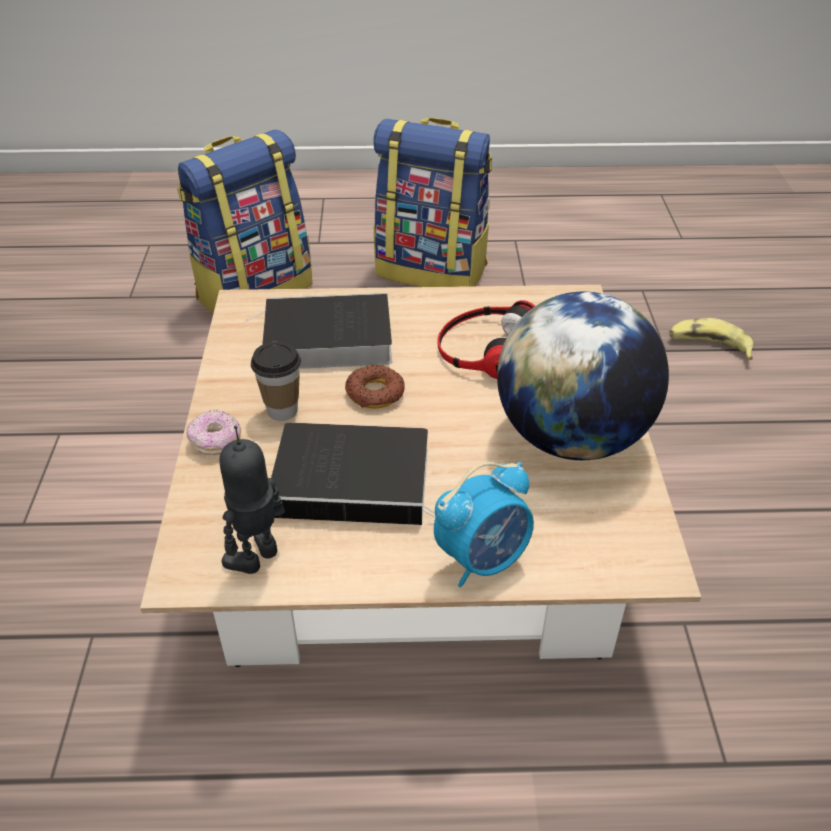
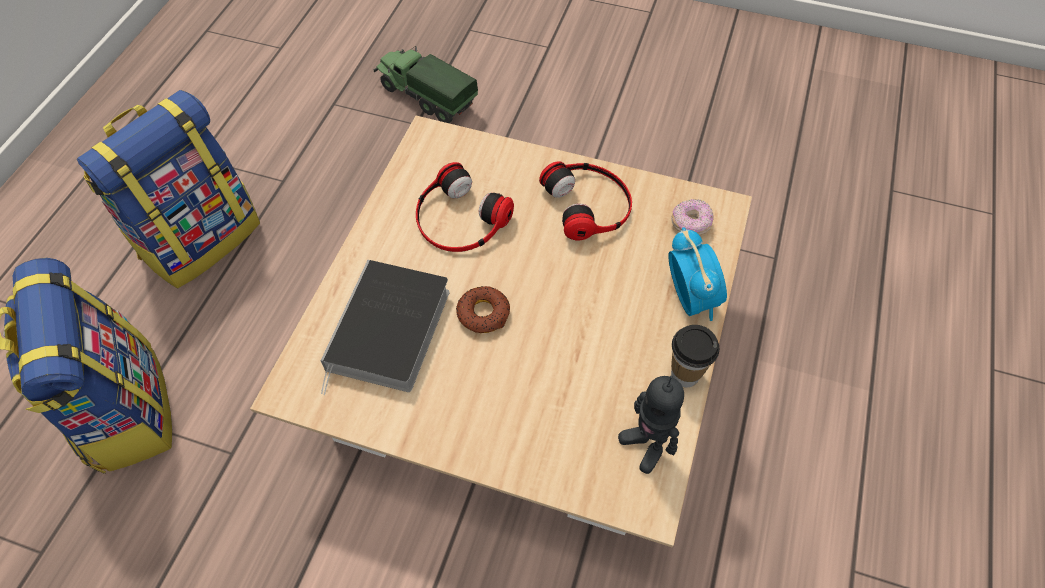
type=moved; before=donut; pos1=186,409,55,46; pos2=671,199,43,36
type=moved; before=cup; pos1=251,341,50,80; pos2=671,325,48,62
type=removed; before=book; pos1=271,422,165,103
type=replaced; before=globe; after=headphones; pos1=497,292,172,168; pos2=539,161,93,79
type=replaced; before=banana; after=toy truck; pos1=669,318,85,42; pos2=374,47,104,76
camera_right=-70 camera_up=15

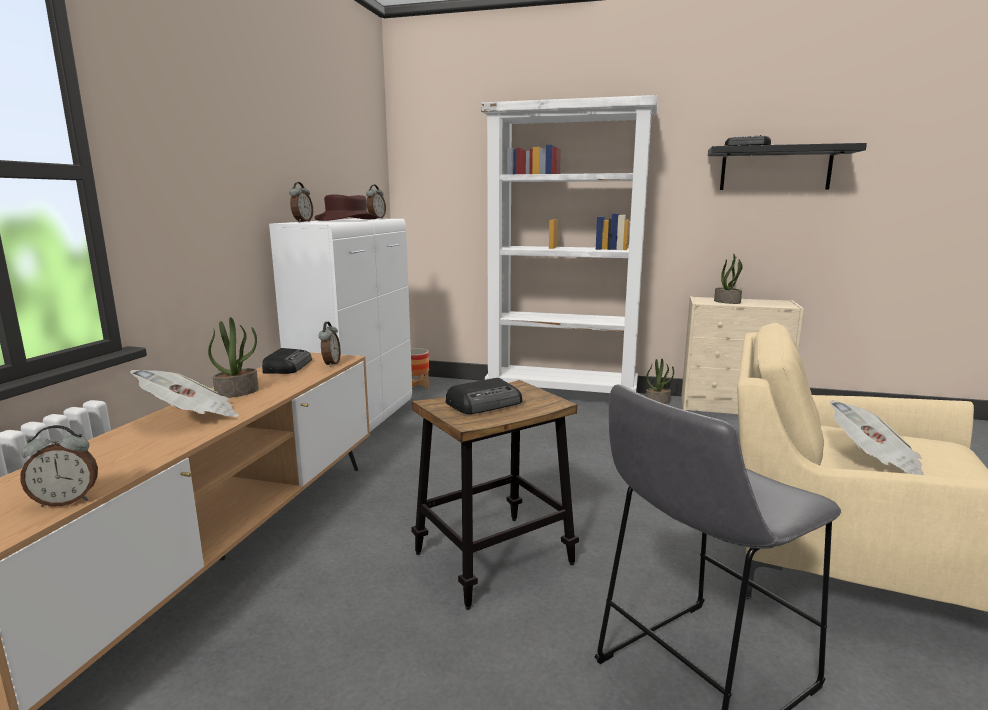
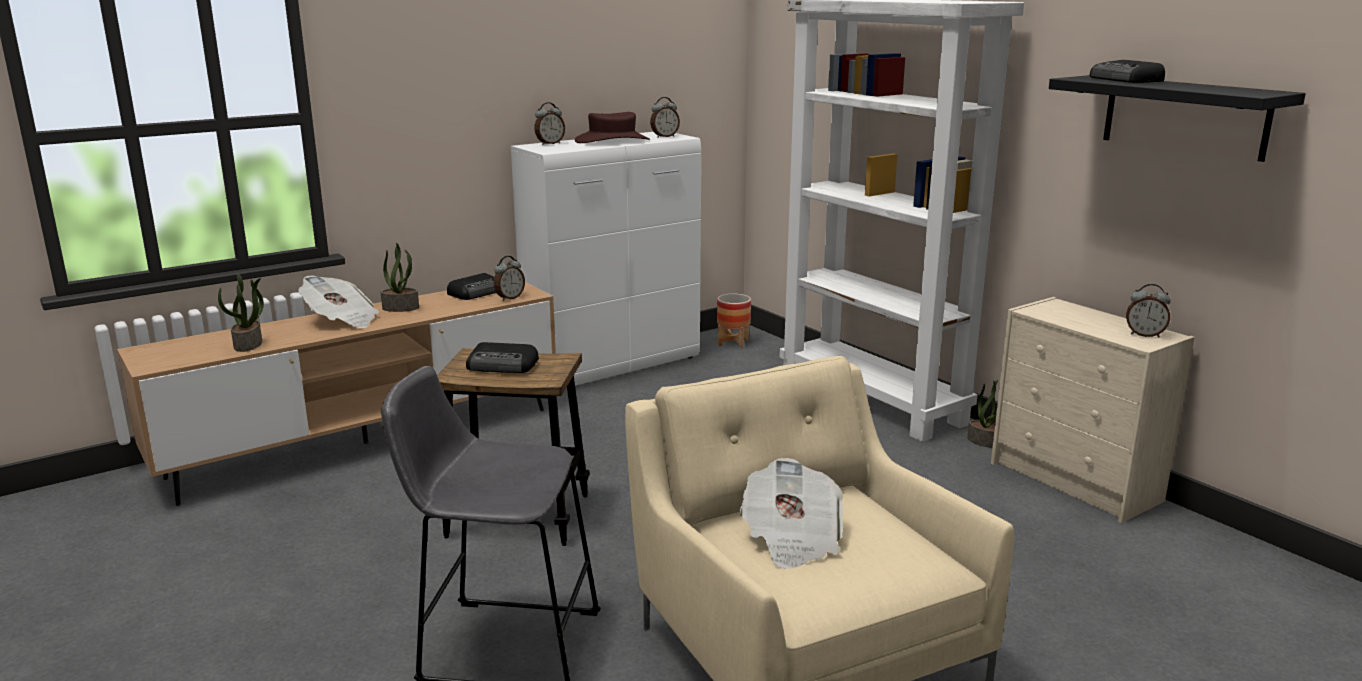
type=moved; before=alarm clock; pos1=20,425,78,82; pos2=1126,284,45,54
type=moved; before=potted plant; pos1=714,254,29,50; pos2=218,274,46,78
camera_right=40 camera_up=5

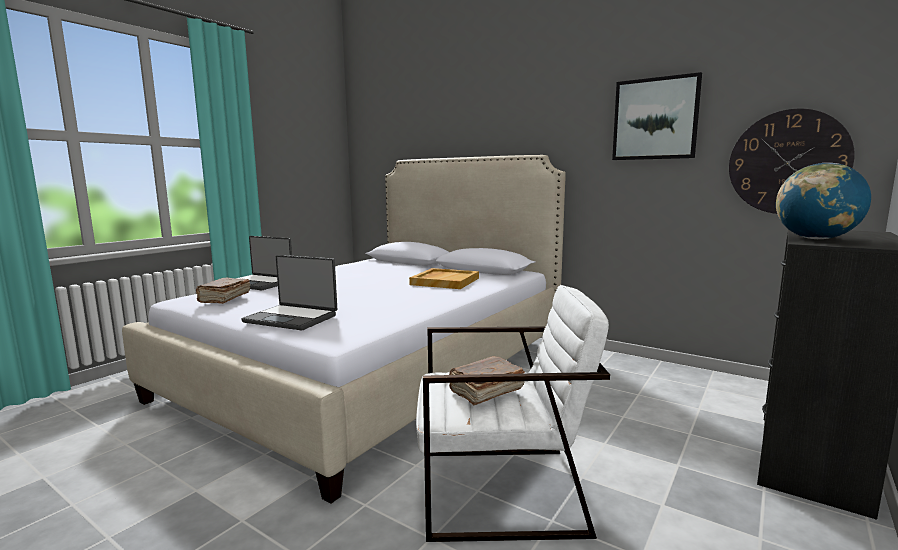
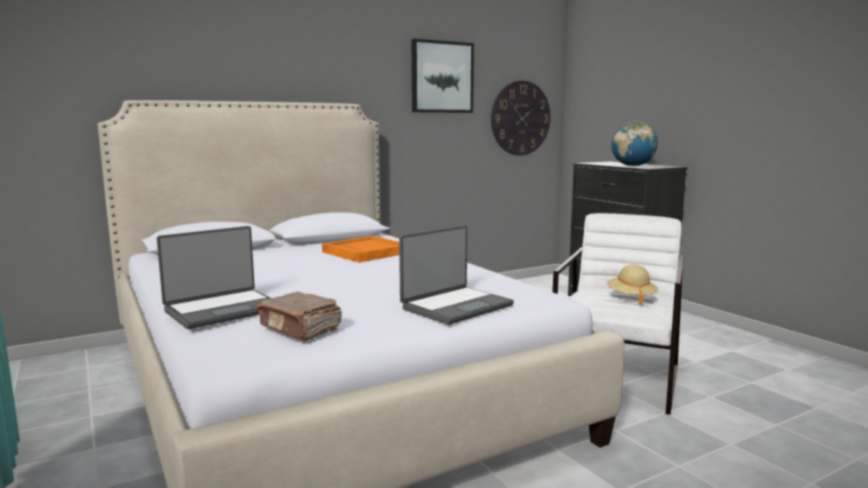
type=recoloured; before=tray (beige); after=tray (orange); pos1=409,268,70,21; pos2=322,236,77,27
type=replaced; before=book (brown); after=hat (beige); pos1=449,356,76,49; pos2=607,265,51,40
camera_right=-65 camera_up=0

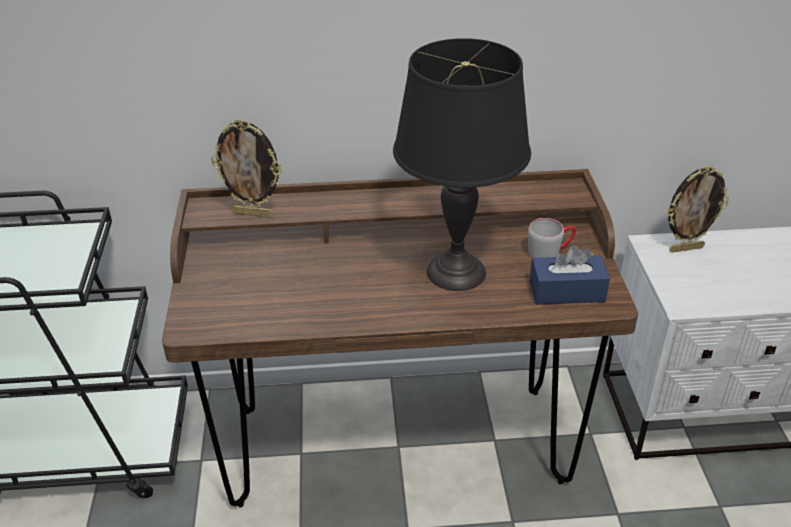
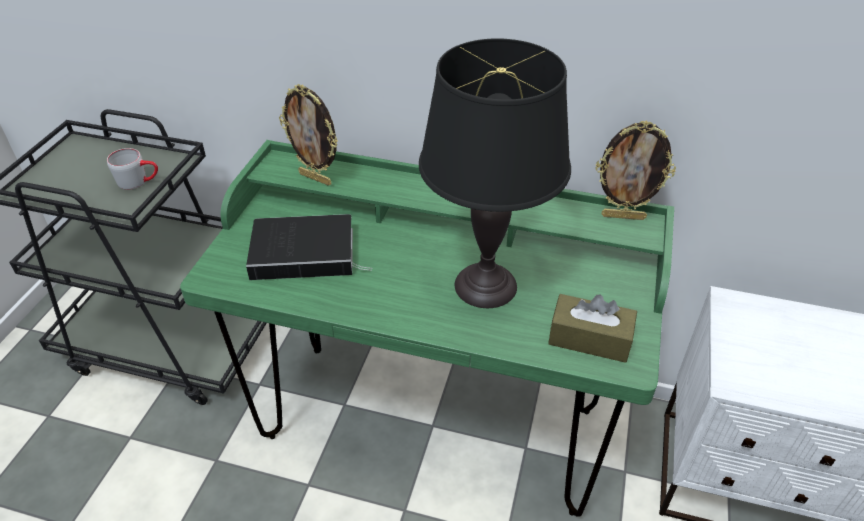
type=recoloured; before=desk (brown); after=desk (green); pos1=162,169,476,339; pos2=180,140,494,377
type=moved; before=mug (grey); pos1=528,218,48,40; pos2=107,148,51,42
type=recoloured; before=tissue box (blue); after=tissue box (brown); pos1=530,245,80,60; pos2=548,294,89,69
type=moved; before=picture frame; pos1=667,165,62,88; pos2=596,120,80,100
type=added; after=book; pos2=246,214,127,66
camera_right=20 camera_up=5

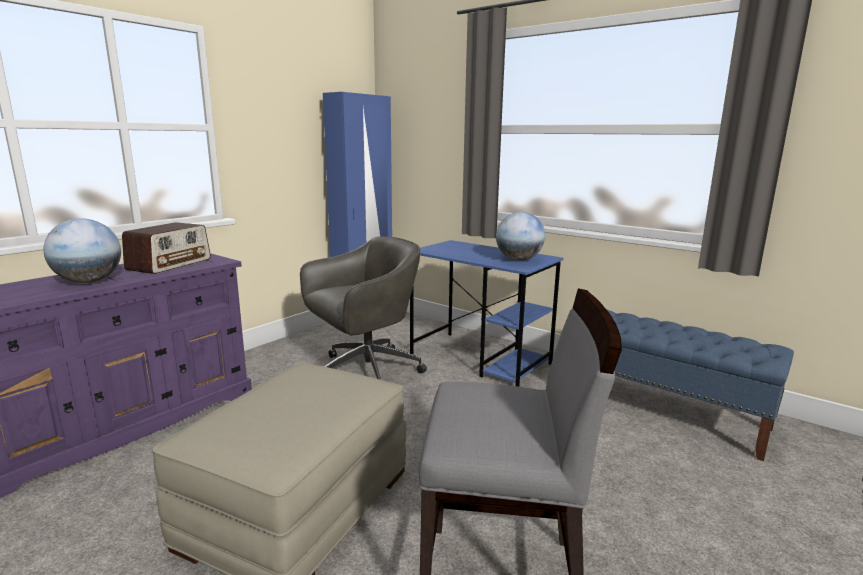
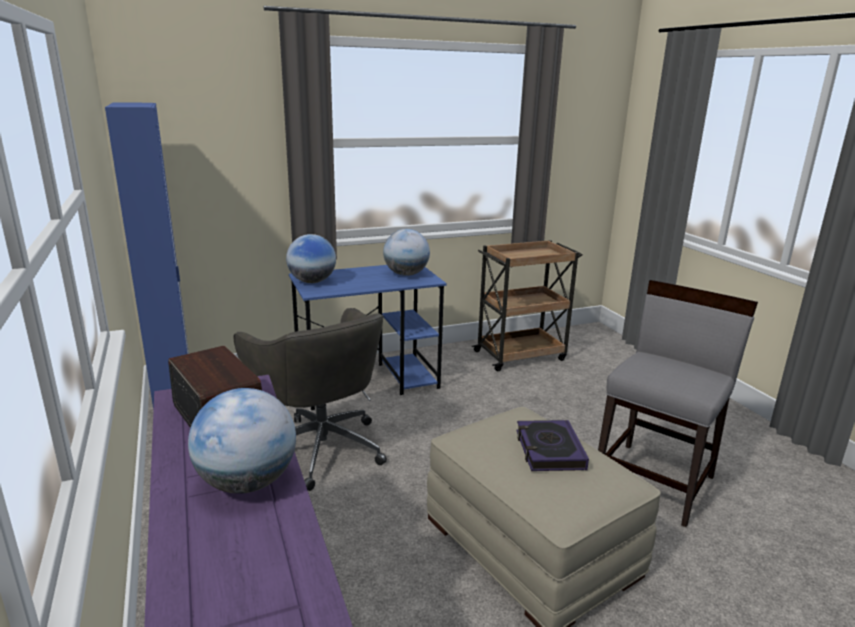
type=turned; before=office chair (grey); pos1=300,236,127,144; pos2=233,308,154,183; turn=150
type=replaced; before=bench (blue); after=cart (brown); pos1=607,310,187,151; pos2=472,240,111,131
type=added; after=globe; pos2=286,234,50,49
type=added; after=book; pos2=517,420,72,51
camera_right=-60 camera_up=5

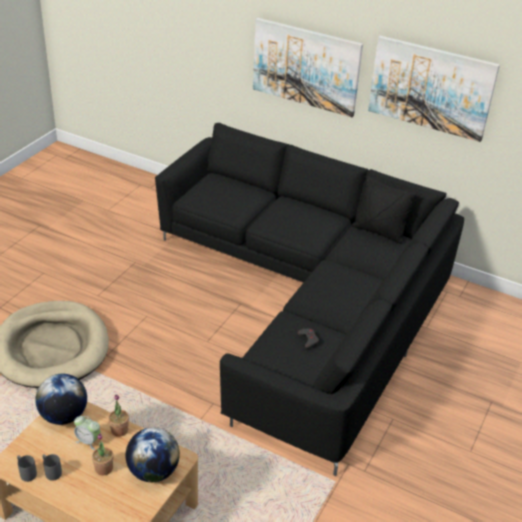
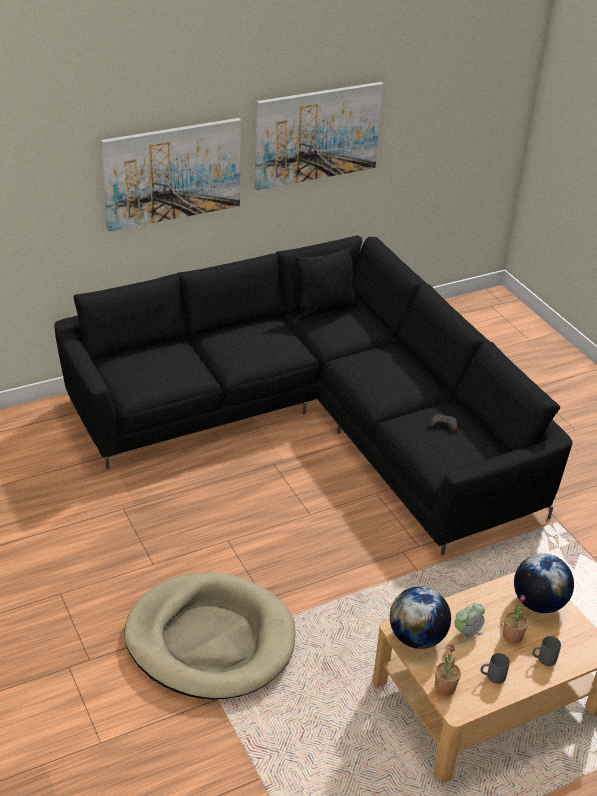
type=moved; before=mug (grey); pos1=17,455,20,27; pos2=532,636,29,30
type=moved; before=potted plant; pos1=108,394,21,43; pos2=435,645,26,51
camera_right=-55 camera_up=0

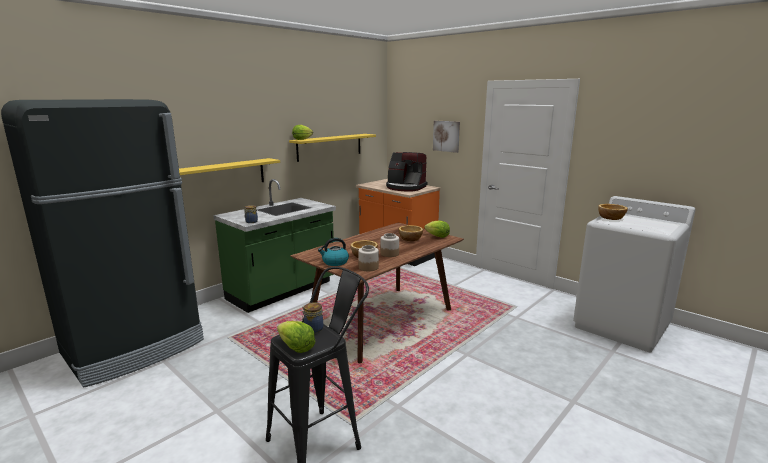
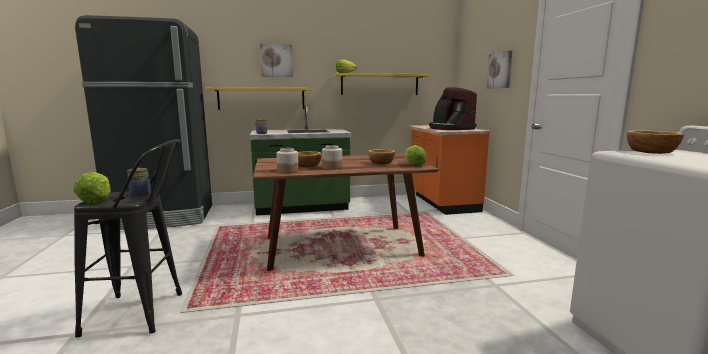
type=removed; before=kettle; pos1=318,238,31,28
type=added; after=picture; pos2=260,44,33,33
camera_right=35 camera_up=-5

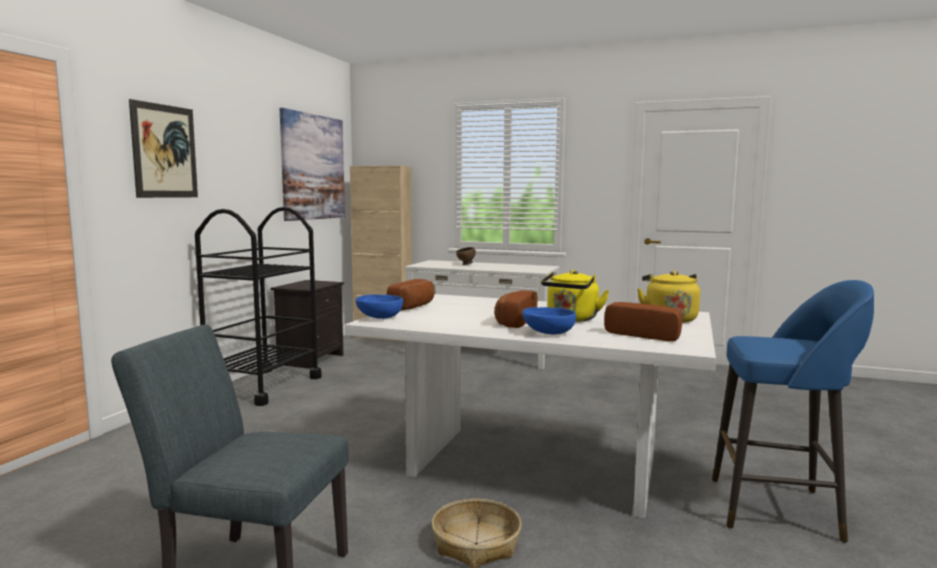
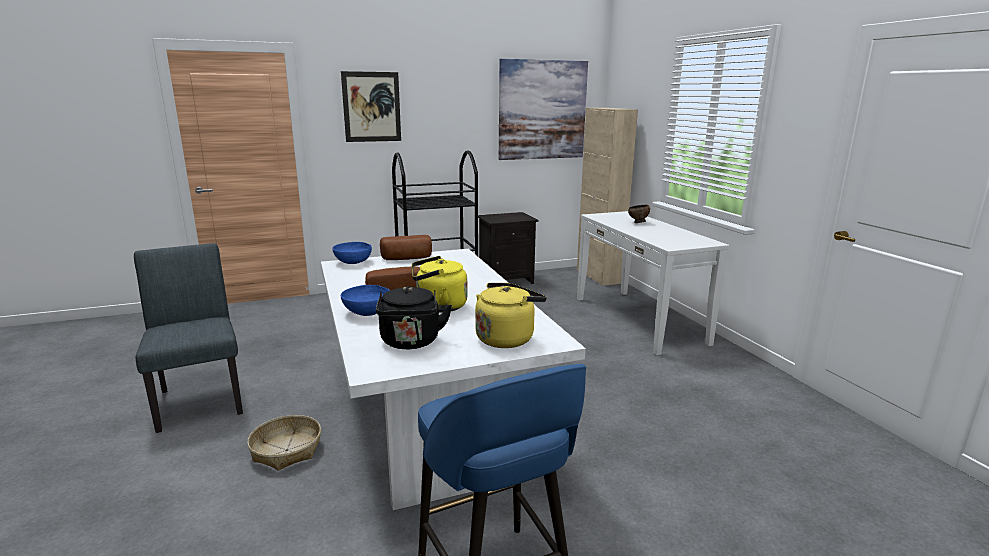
type=replaced; before=bread; after=kettle (black); pos1=604,302,79,40; pos2=376,286,76,63
camera_right=50 camera_up=10

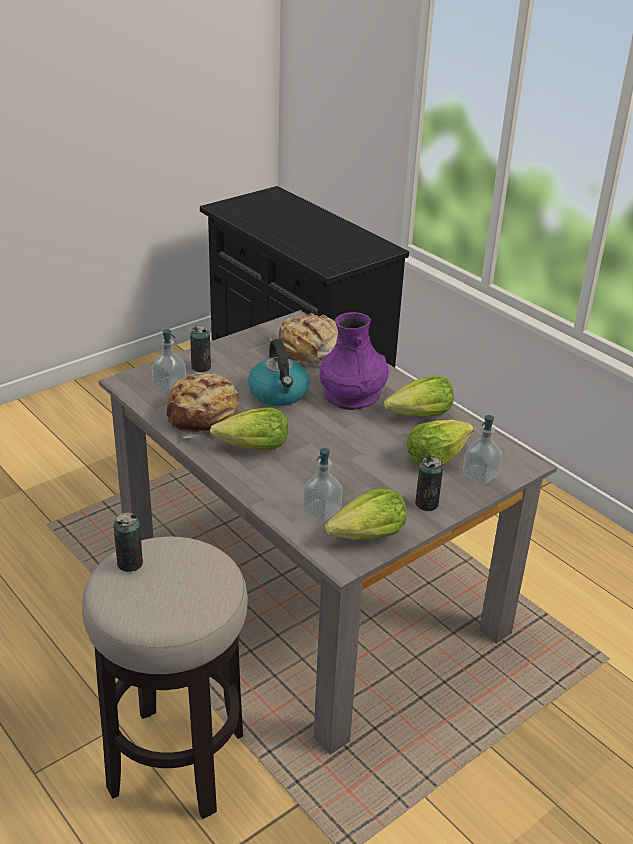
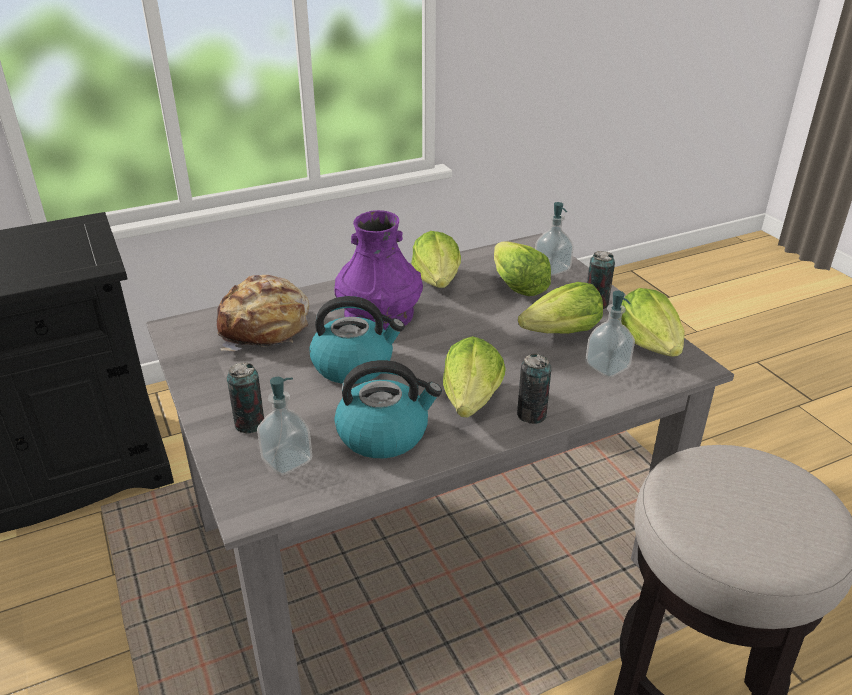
type=moved; before=can; pos1=113,512,30,60; pos2=517,353,35,71
type=replaced; before=bread; after=kettle; pos1=167,372,73,66; pos2=335,360,107,98
type=added; after=lettuce; pos2=518,282,85,52
camera_right=-75 camera_up=0

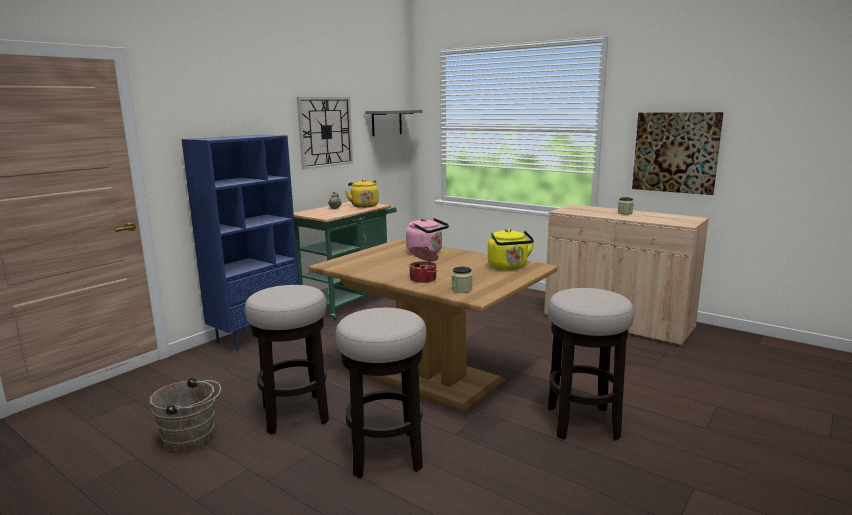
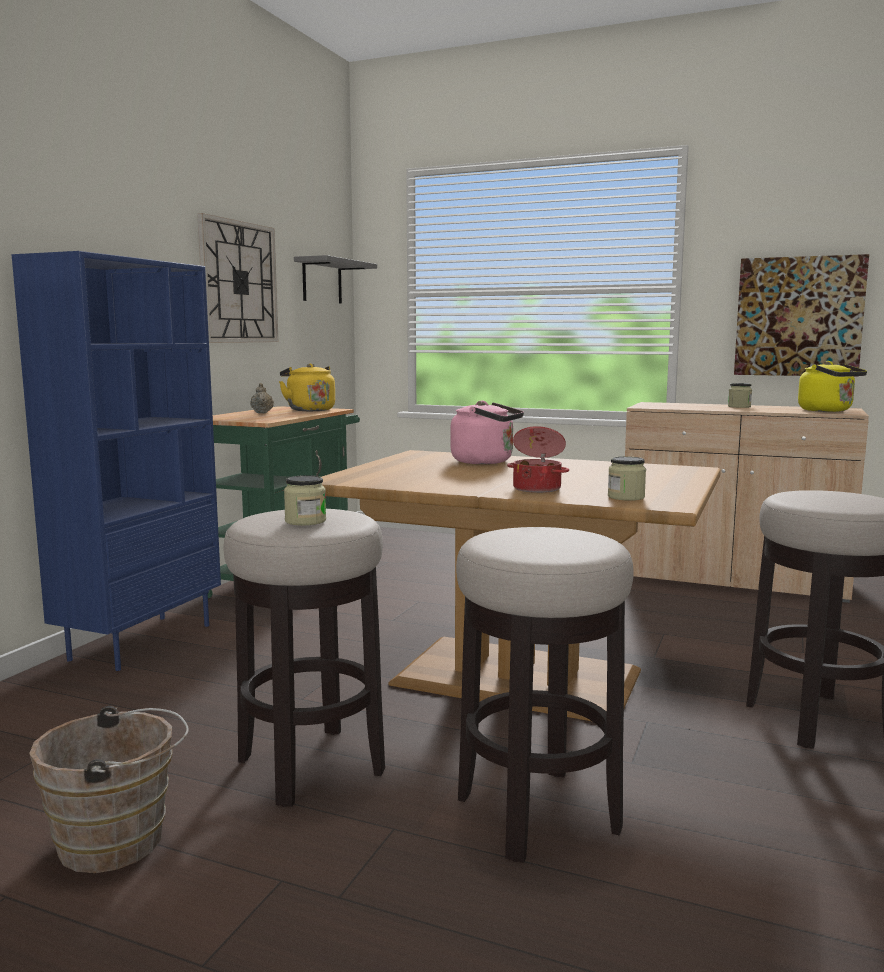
type=moved; before=kettle (yellow); pos1=488,229,47,41; pos2=798,361,69,51
type=added; after=jar; pos2=284,475,42,50
camera_right=-15 camera_up=-5

